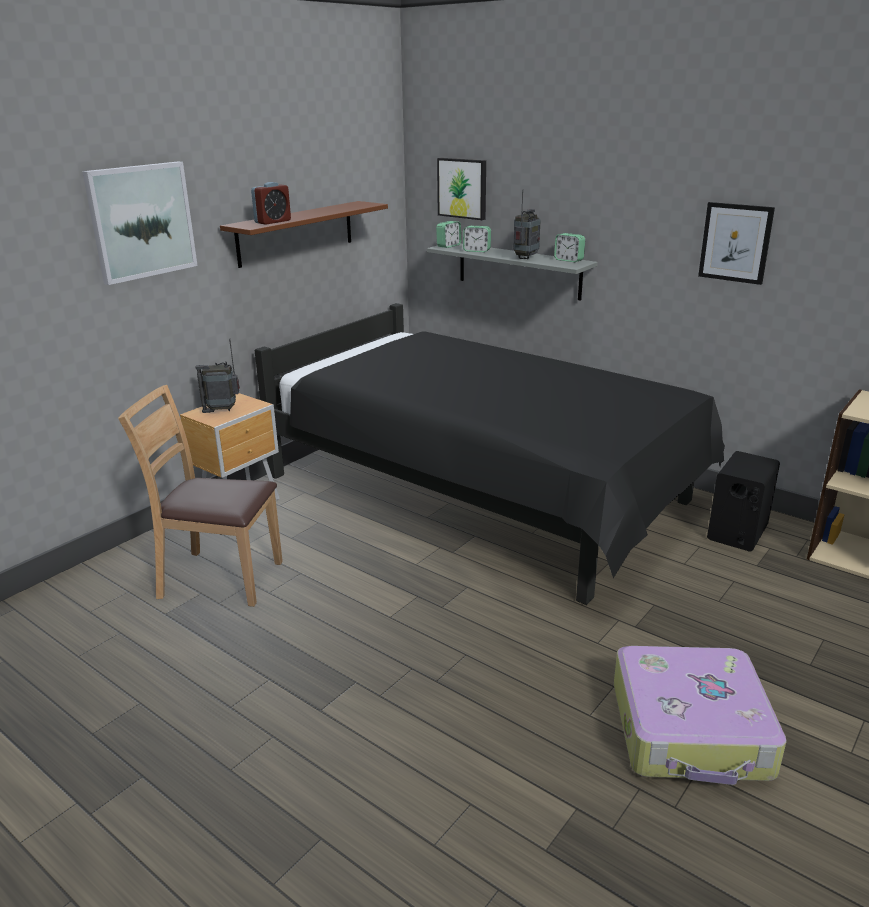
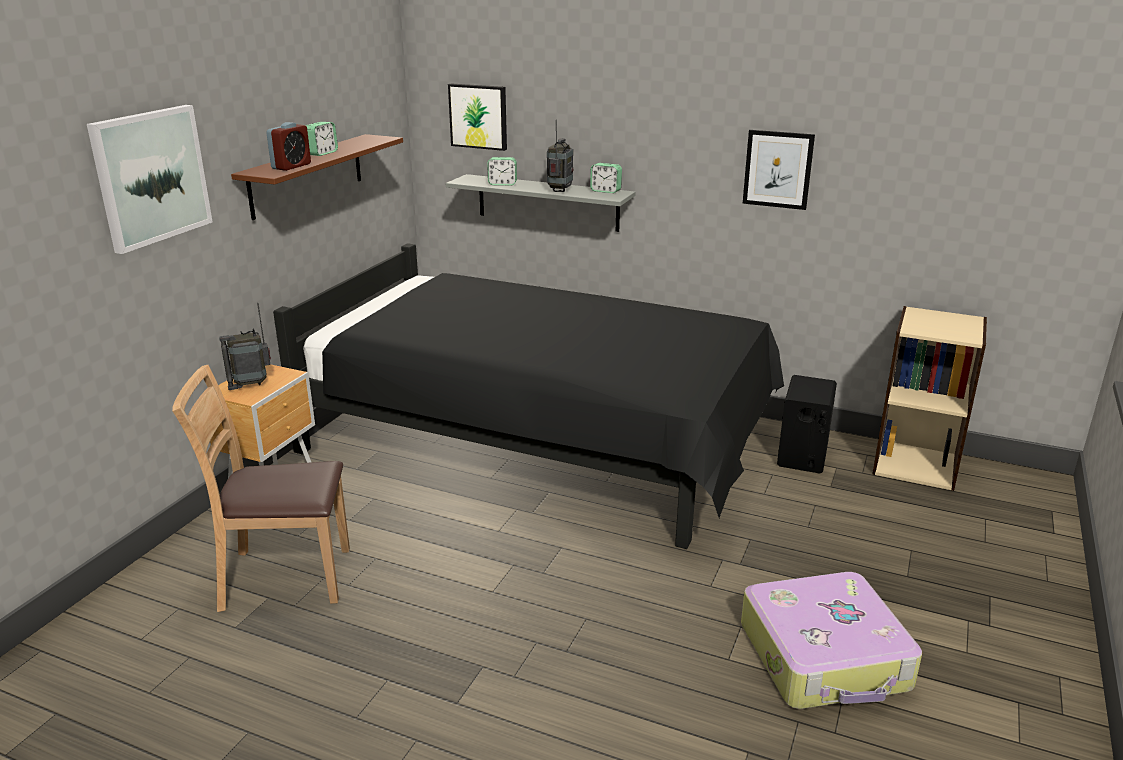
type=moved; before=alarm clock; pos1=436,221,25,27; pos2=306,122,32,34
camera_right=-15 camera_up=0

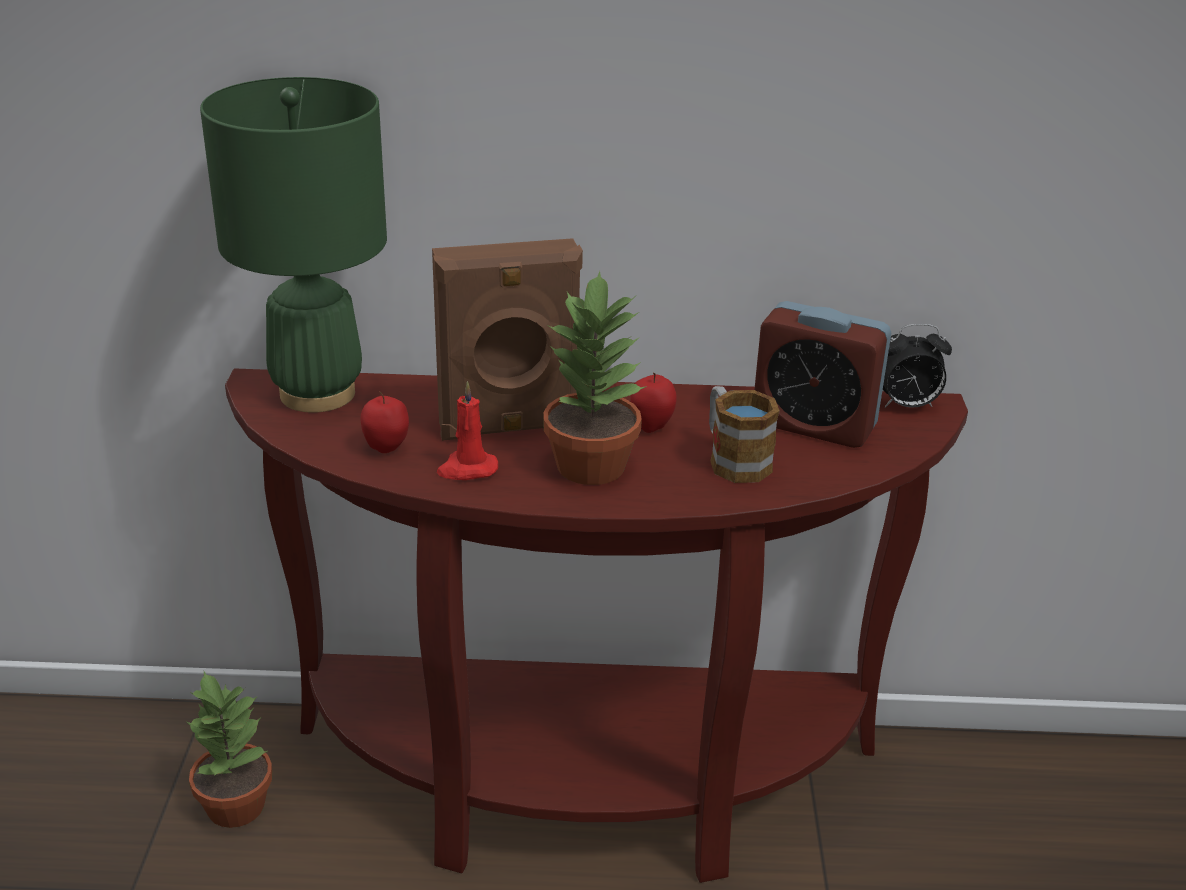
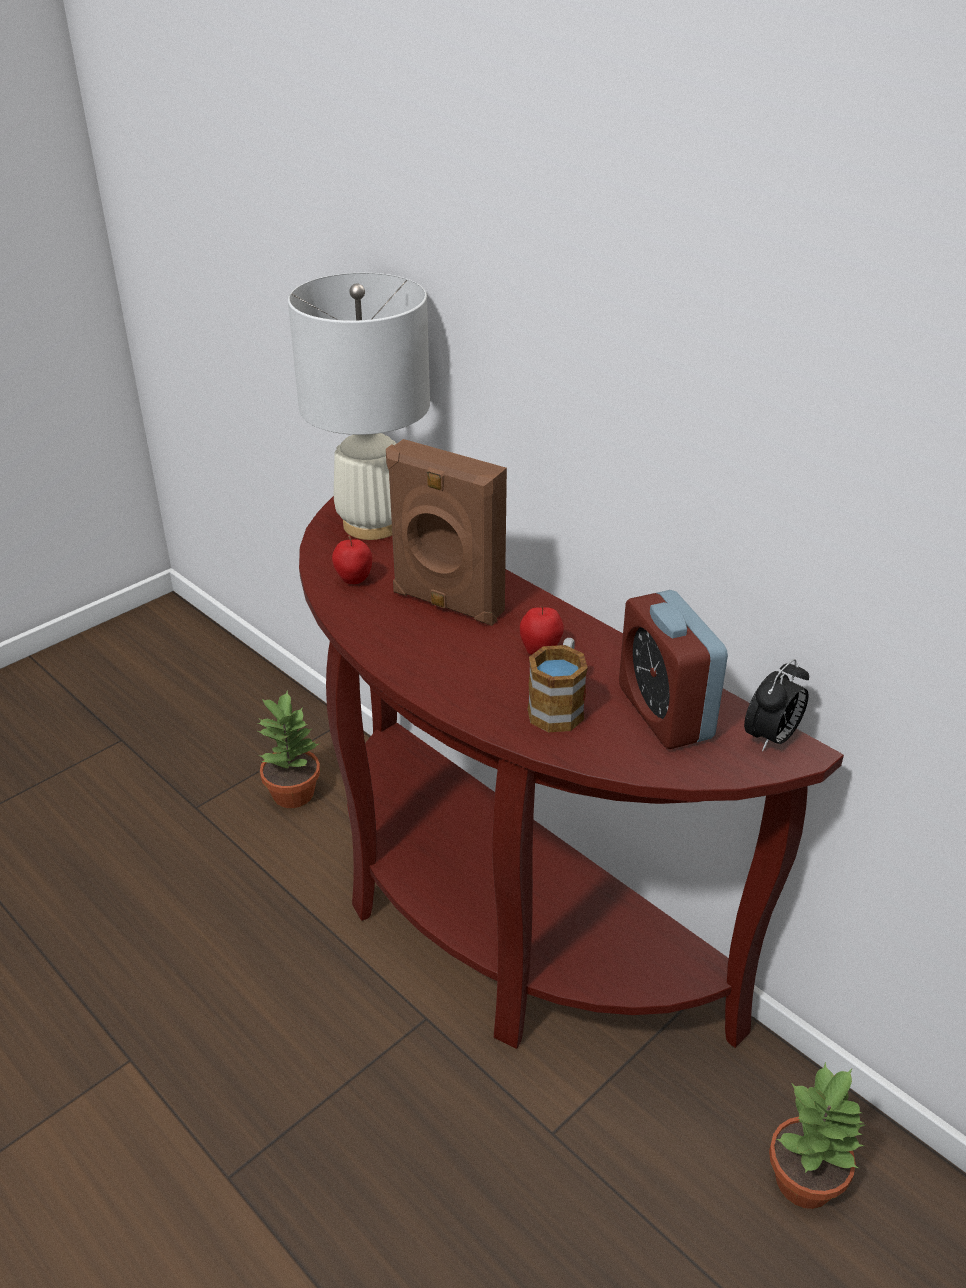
type=recoloured; before=table lamp (green); after=table lamp (white); pos1=200,77,187,336; pos2=288,273,142,267
type=removed; before=candle (red); pos1=437,381,61,99
type=moved; before=potted plant; pos1=543,271,104,214; pos2=769,1062,96,147
type=turned; before=alarm clock; pos1=883,324,69,84; pos2=744,659,65,93; turn=-90
camera_right=45 camera_up=5

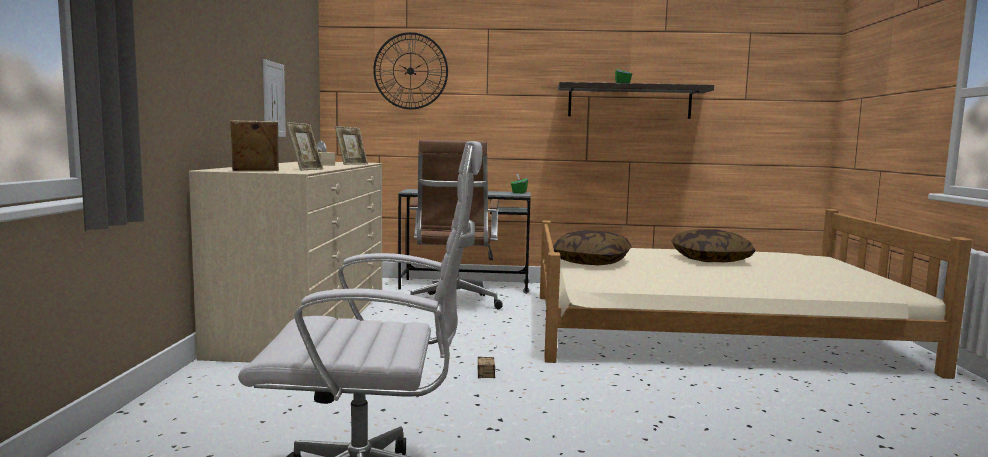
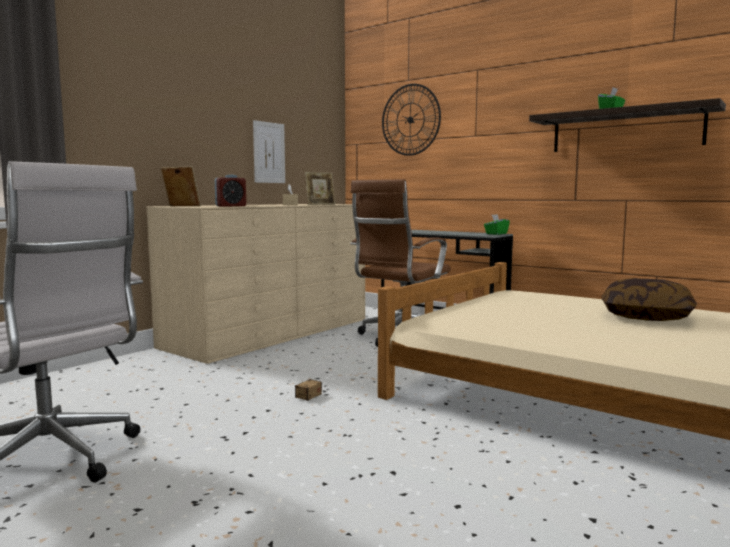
type=replaced; before=picture frame; after=alarm clock; pos1=286,122,37,49; pos2=215,175,31,32
type=removed; before=pillow; pos1=553,230,79,35
camera_right=35 camera_up=0

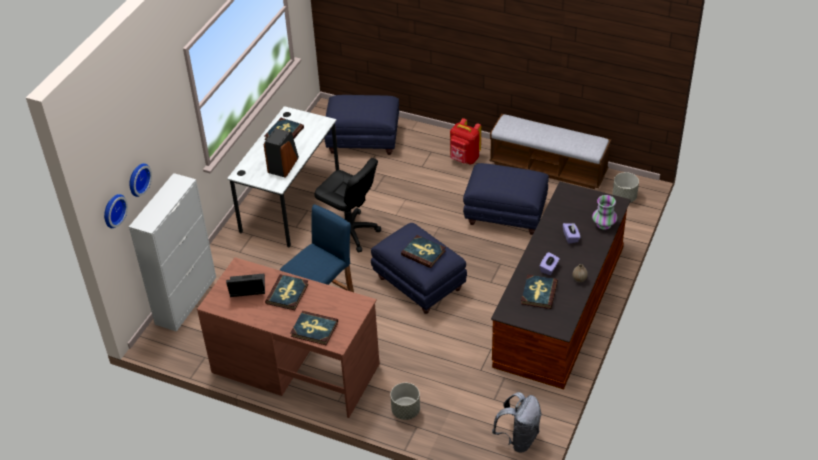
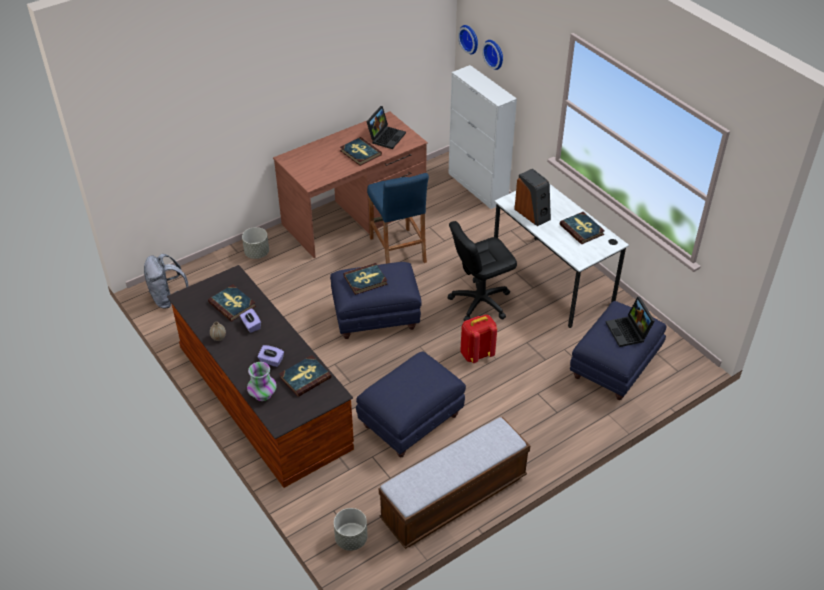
type=moved; before=book; pos1=290,311,48,35; pos2=279,355,52,42
type=moved; before=backpack (red); pos1=450,118,31,46; pos2=460,315,37,48
type=added; after=laptop; pos2=606,297,49,50
camera_right=120 camera_up=0

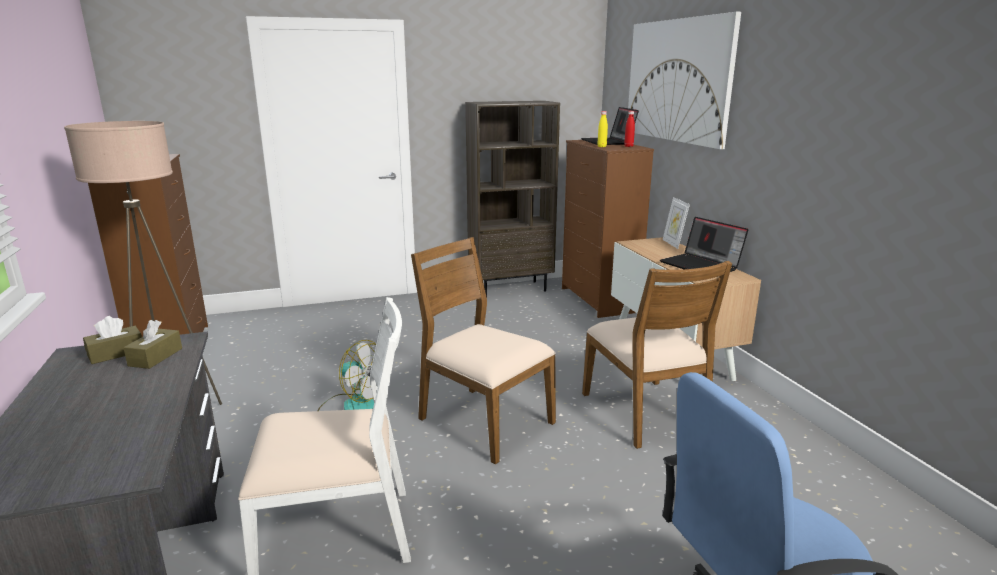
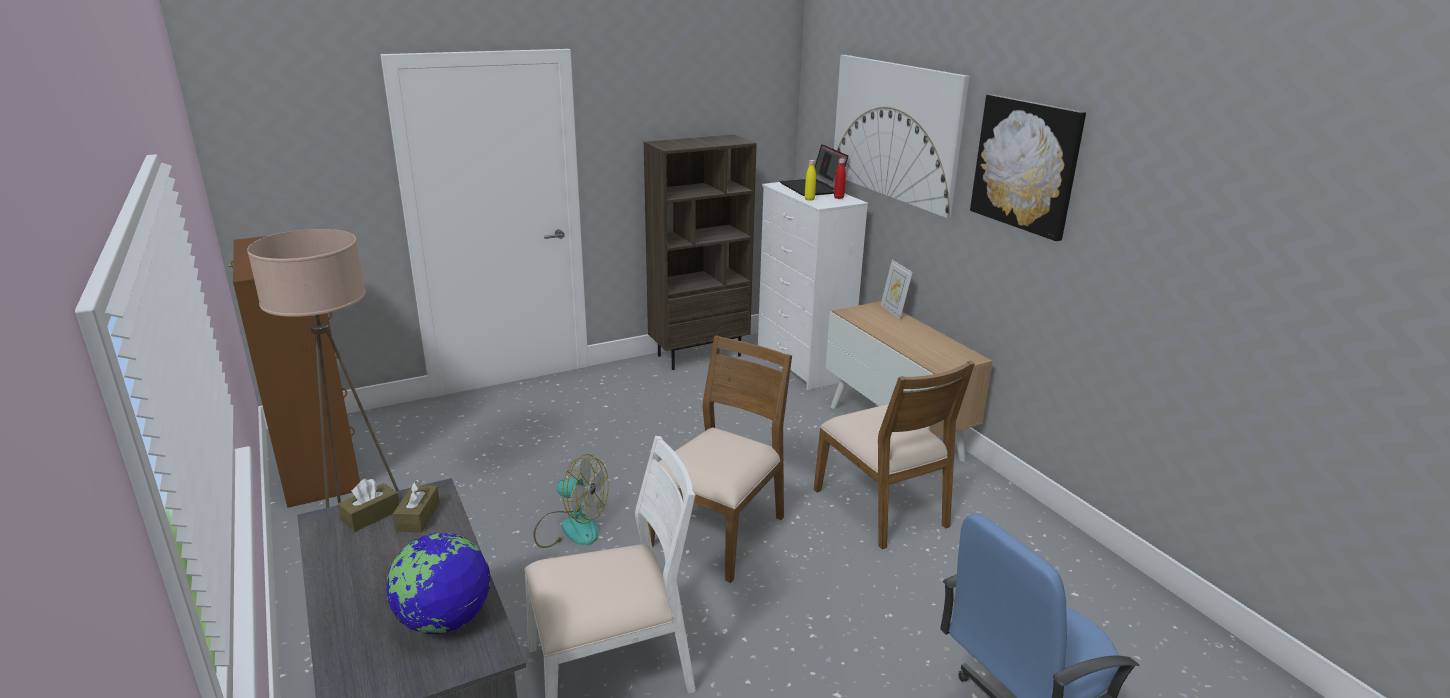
type=turned; before=chair (brown); pos1=411,237,145,228; pos2=648,335,144,248; turn=90
type=recoloured; before=dresser (brown); after=dresser (white); pos1=562,140,92,178; pos2=758,182,110,208
type=removed; before=laptop; pos1=660,217,88,55
type=added; after=globe; pos2=386,533,104,101
type=added; after=picture; pos2=970,94,116,147
camera_right=-10 camera_up=5

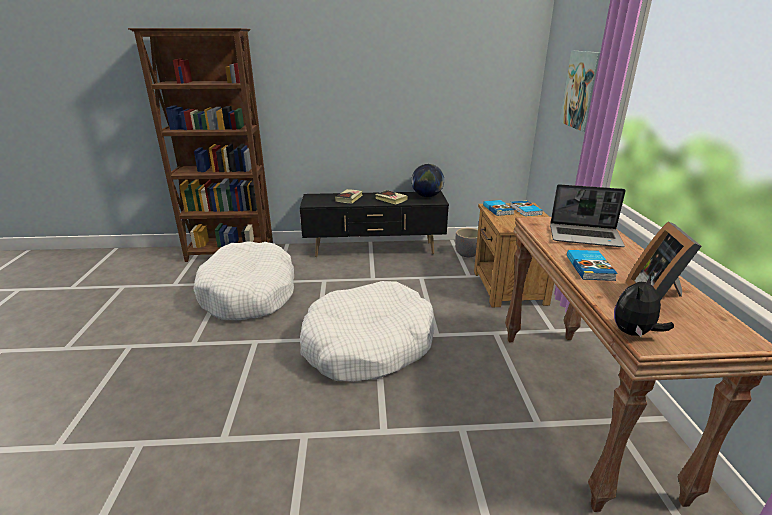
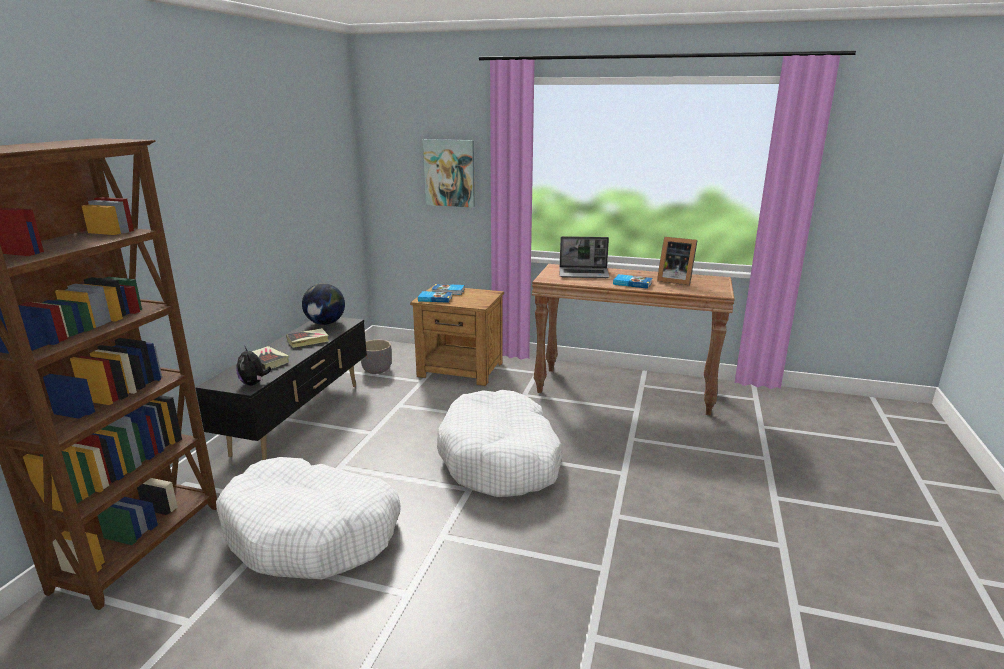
type=turned; before=laptop; pos1=550,184,76,63; pos2=559,236,51,42; turn=60
type=moved; before=plush toy; pos1=614,275,60,62; pos2=237,347,34,38
camera_right=-70 camera_up=-5

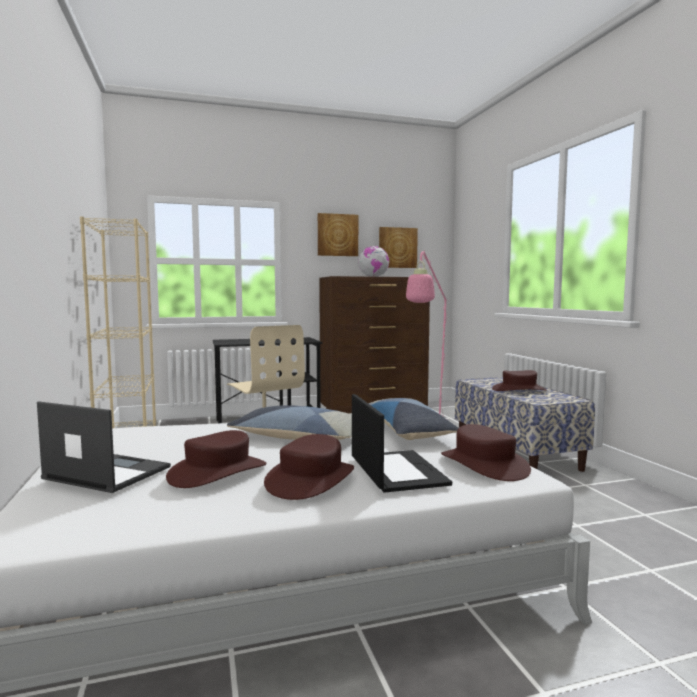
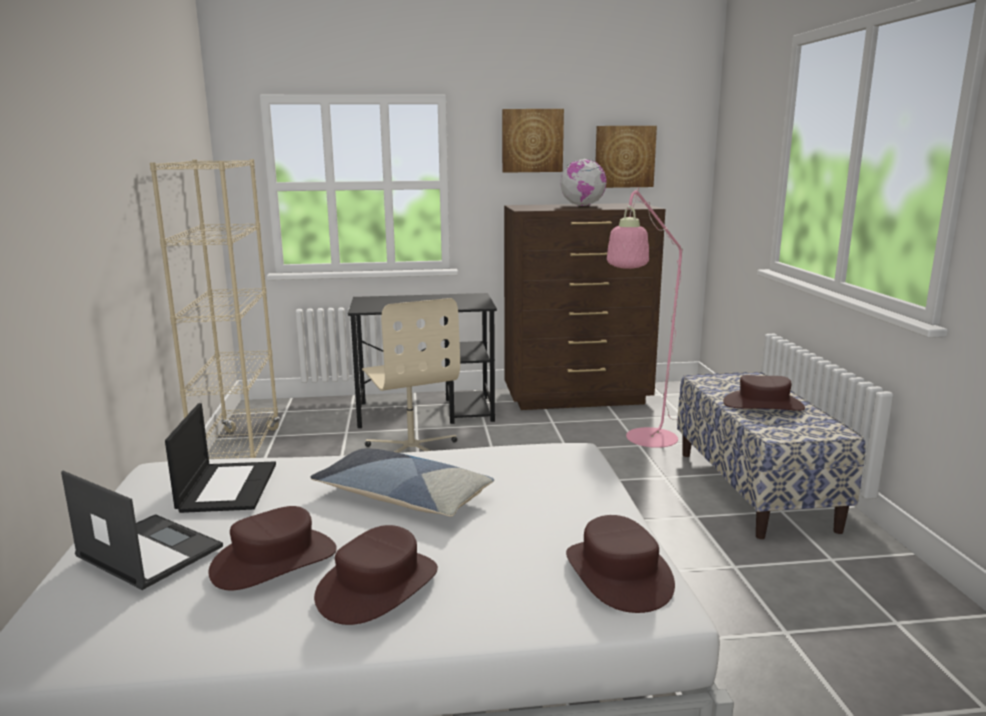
type=moved; before=laptop; pos1=352,394,100,99; pos2=165,403,111,110
type=removed; before=pillow; pos1=368,398,91,42
camera_right=10 camera_up=10

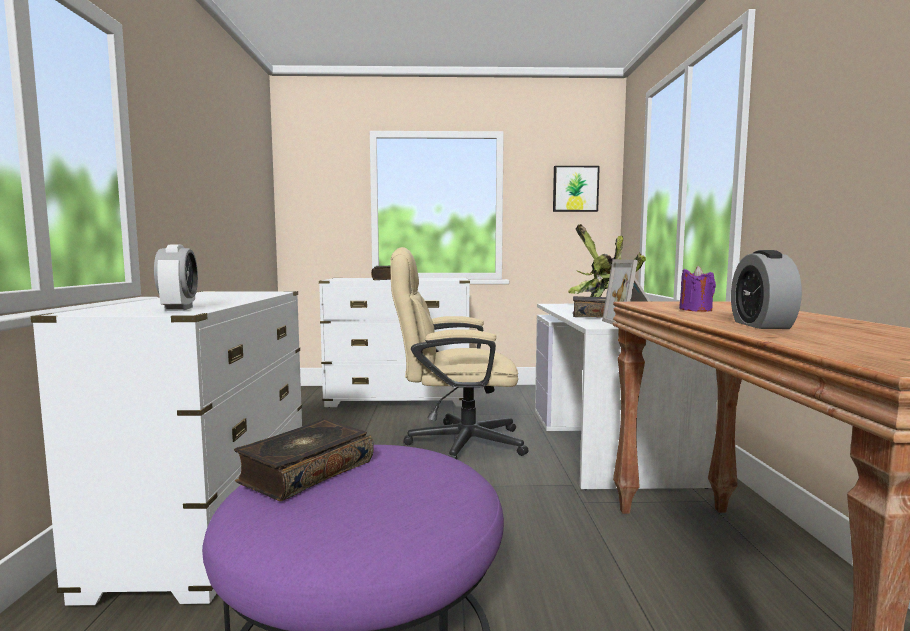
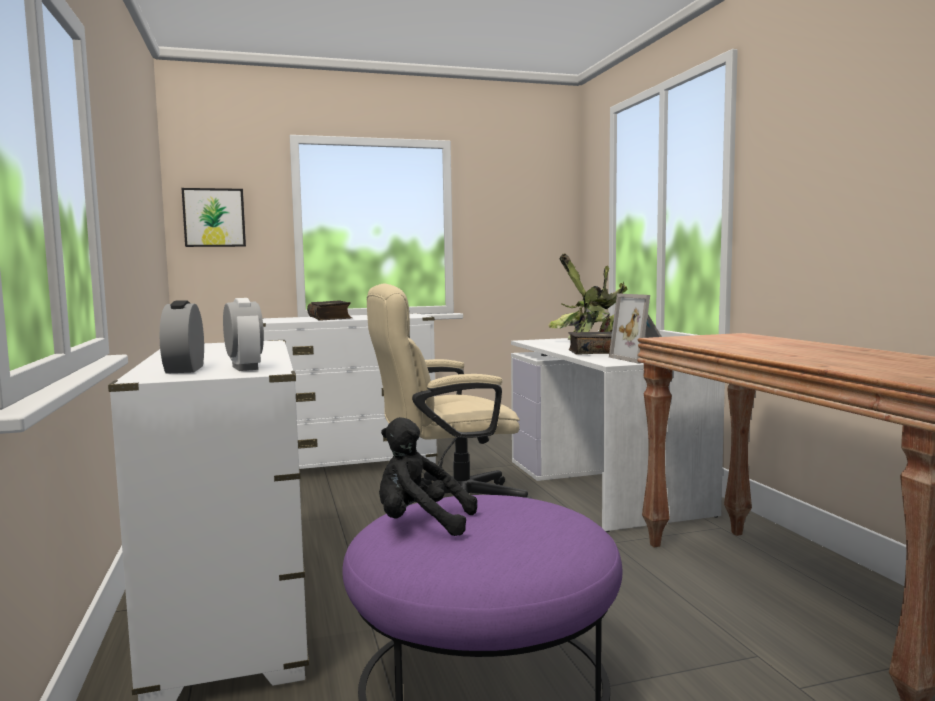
type=replaced; before=book; after=plush toy (black); pos1=234,418,140,83; pos2=379,417,98,119
type=moved; before=picture; pos1=553,166,47,46; pos2=182,188,64,59
type=removed; before=candle (purple); pos1=679,266,37,46
type=moved; before=alarm clock; pos1=731,250,71,79; pos2=160,300,44,74
camera_right=-15 camera_up=0

